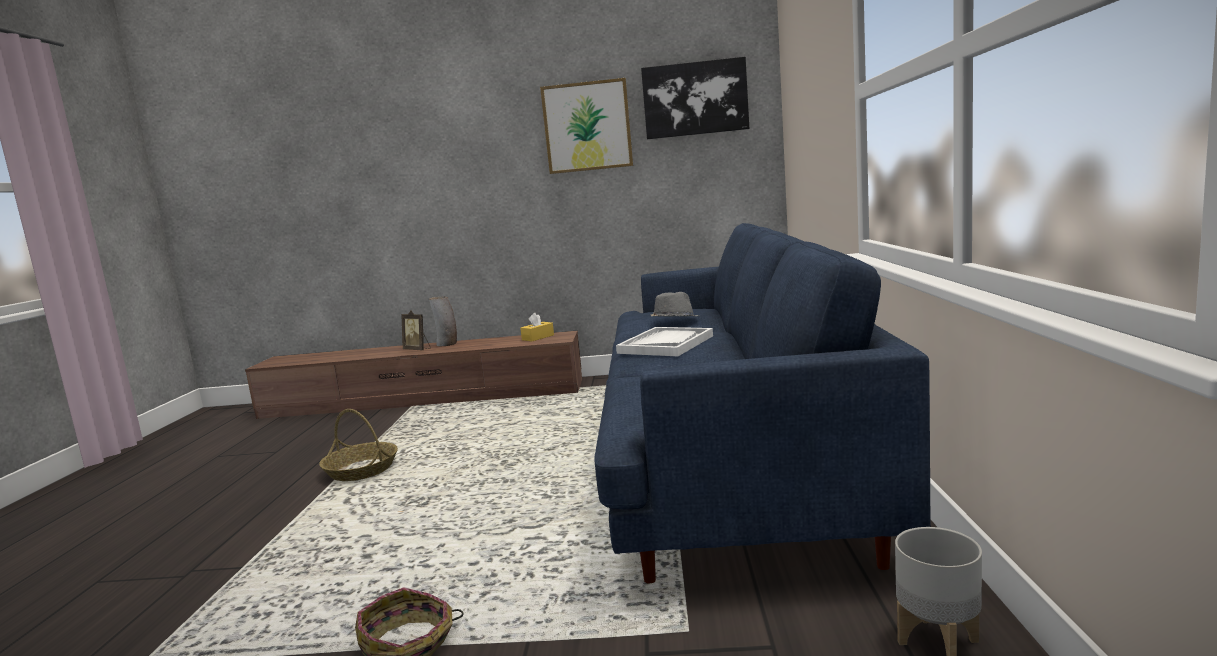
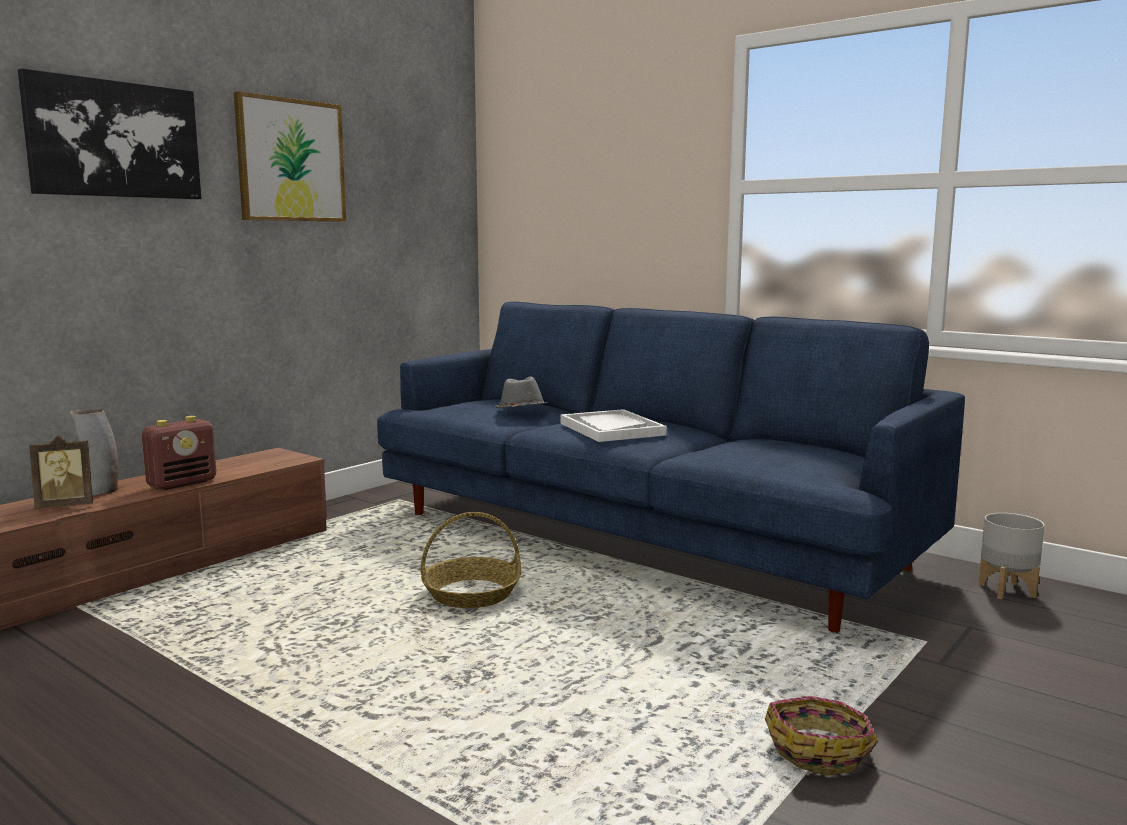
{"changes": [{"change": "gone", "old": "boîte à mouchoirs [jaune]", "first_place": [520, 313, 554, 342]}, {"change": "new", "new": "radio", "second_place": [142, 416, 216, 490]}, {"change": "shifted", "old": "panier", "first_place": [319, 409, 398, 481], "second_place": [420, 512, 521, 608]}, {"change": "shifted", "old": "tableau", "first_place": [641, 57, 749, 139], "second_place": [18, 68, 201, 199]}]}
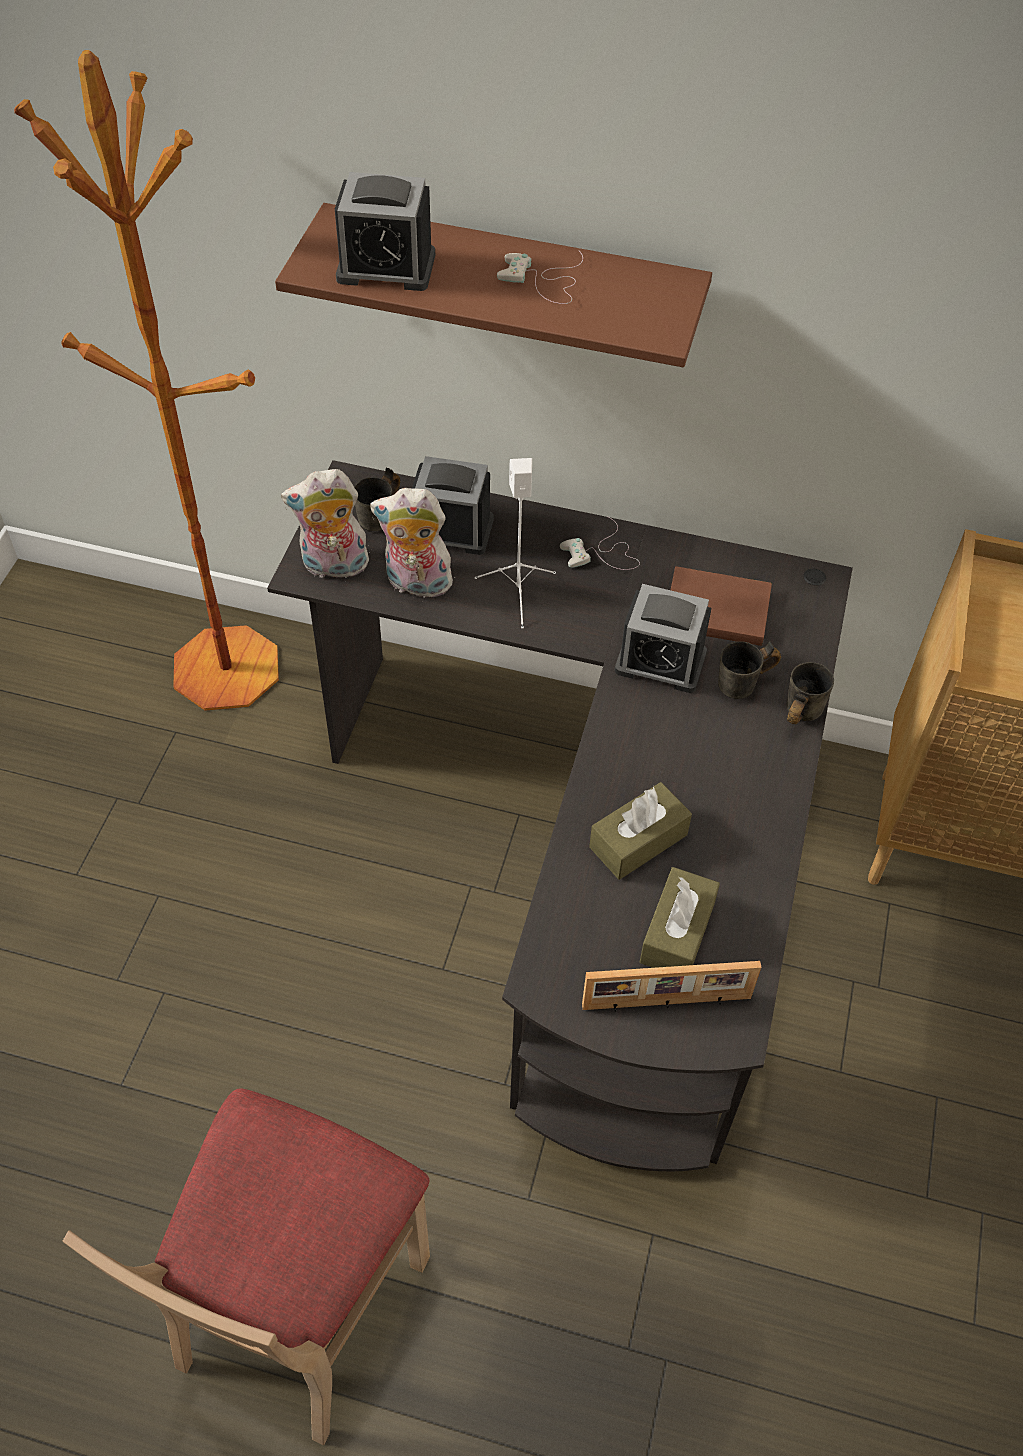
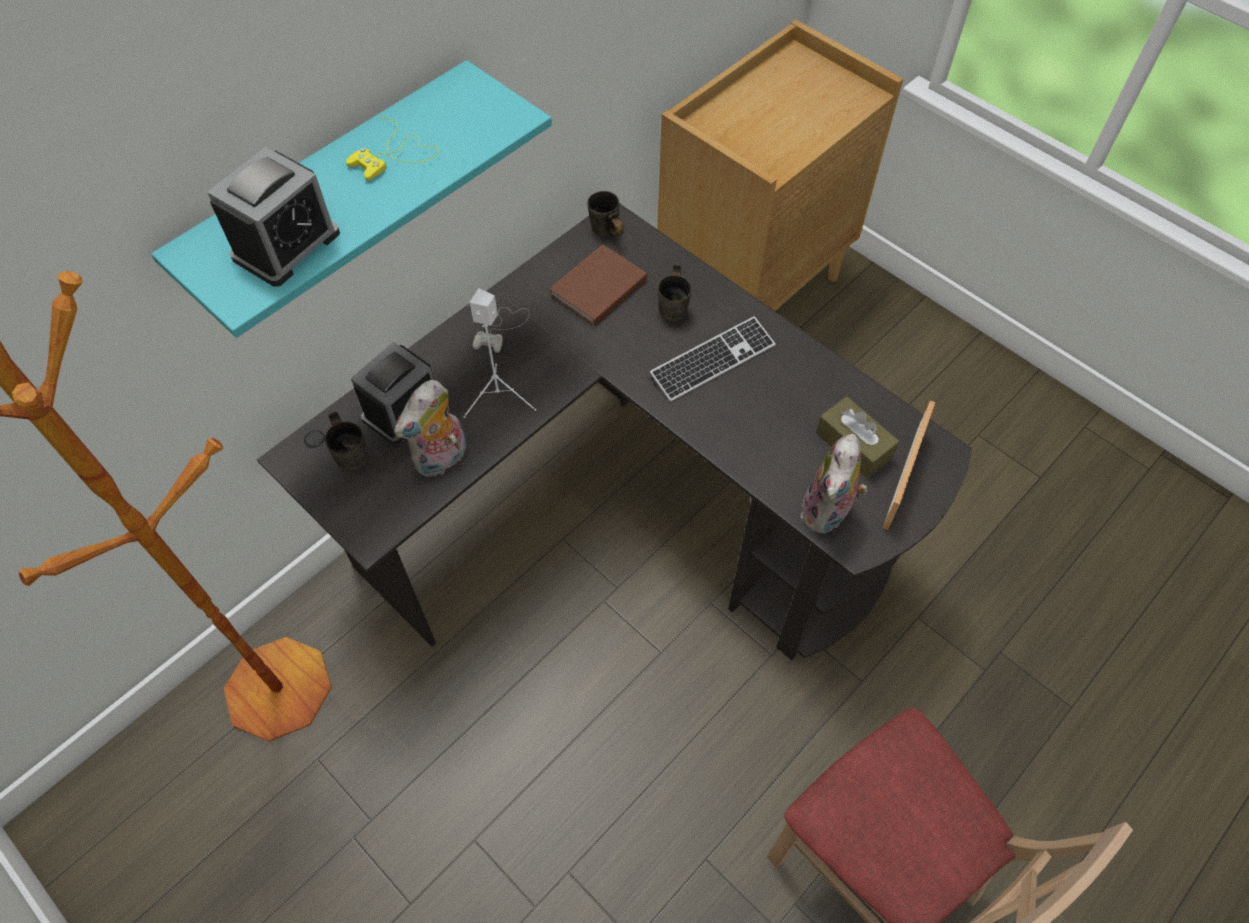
{"changes": [{"change": "gone", "old": "boîte à mouchoirs [marron]", "first_place": [589, 782, 692, 880]}, {"change": "gone", "old": "réveil", "first_place": [615, 584, 711, 693]}, {"change": "new", "new": "clavier", "second_place": [650, 316, 776, 402]}, {"change": "shifted", "old": "peluche", "first_place": [281, 469, 370, 578], "second_place": [801, 434, 867, 534]}, {"change": "shifted", "old": "mug [gris]", "first_place": [787, 662, 834, 724], "second_place": [587, 191, 624, 236]}, {"change": "repainted", "old": "étagère [marron]", "new": "étagère [turquoise]", "first_place": [275, 203, 712, 367], "second_place": [151, 60, 552, 338]}, {"change": "repainted", "old": "manette [blanc]", "new": "manette [jaune]", "first_place": [497, 251, 583, 304], "second_place": [346, 118, 439, 181]}]}
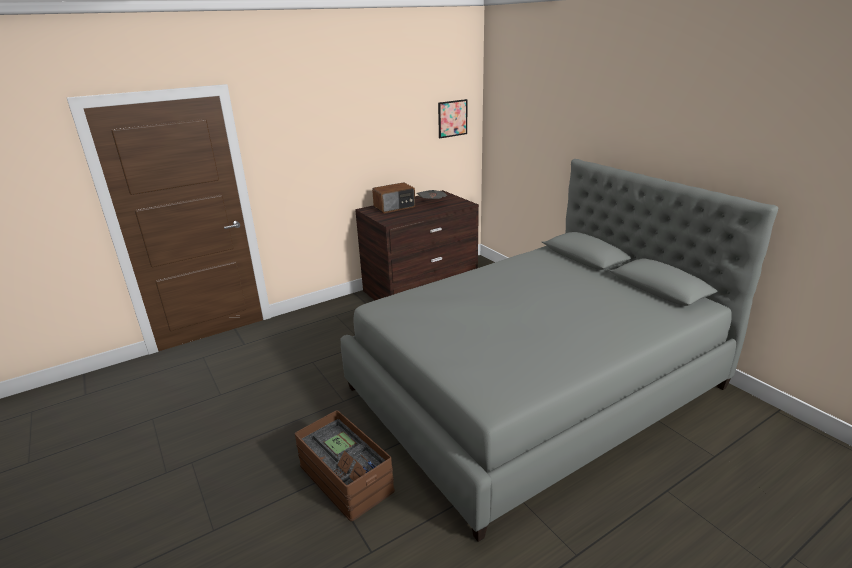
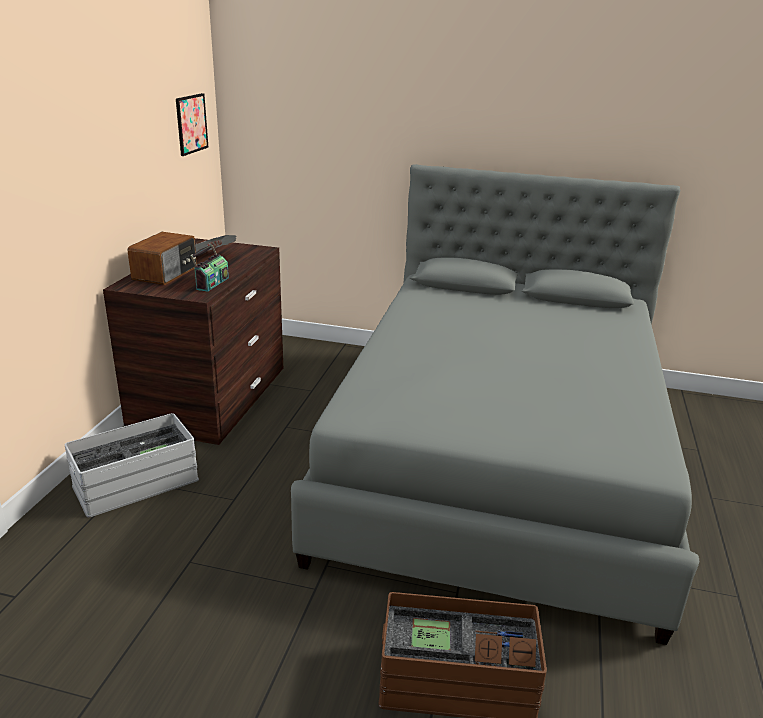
{"changes": [{"change": "new", "new": "boîte de rangement [gris]", "second_place": [64, 413, 199, 517]}, {"change": "new", "new": "radio", "second_place": [191, 245, 229, 292]}]}
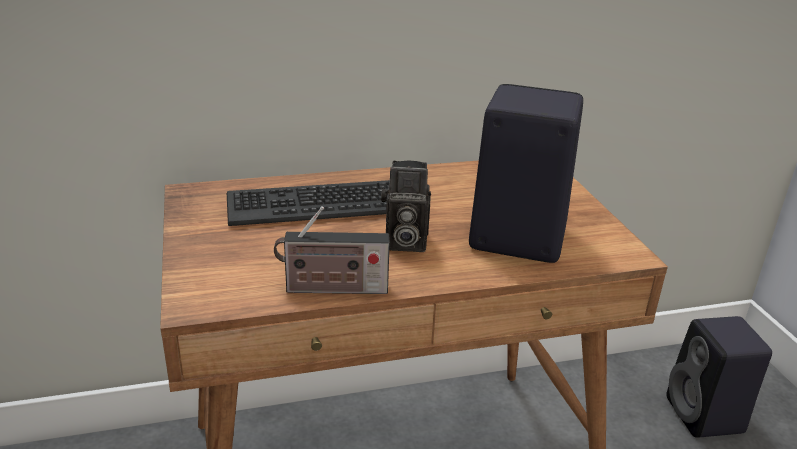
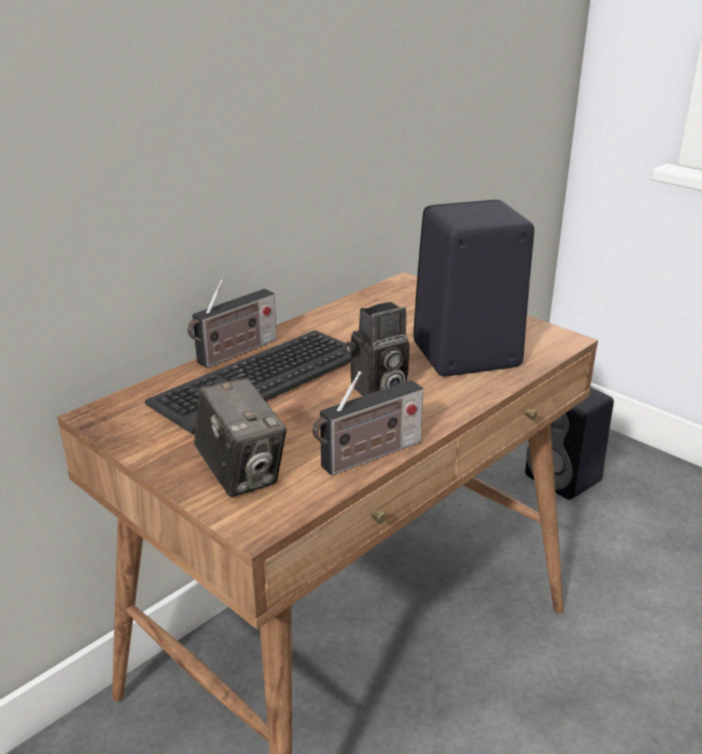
{"changes": [{"change": "new", "new": "radio", "second_place": [187, 279, 277, 368]}, {"change": "new", "new": "appareil photo", "second_place": [194, 378, 286, 497]}]}
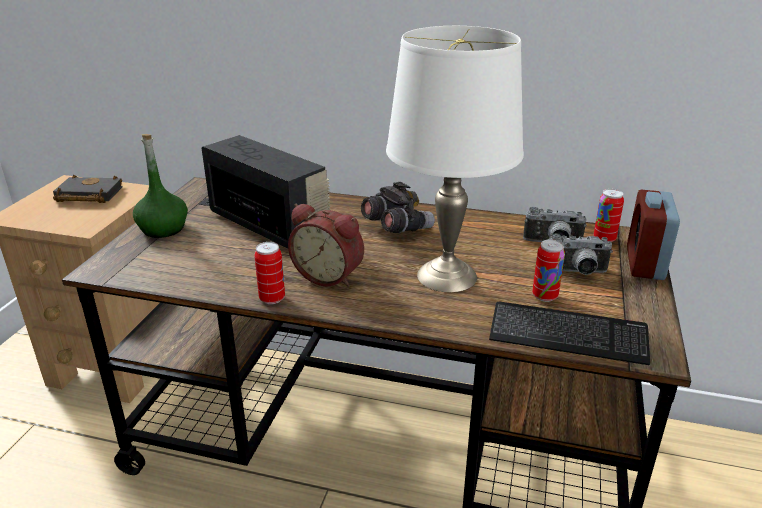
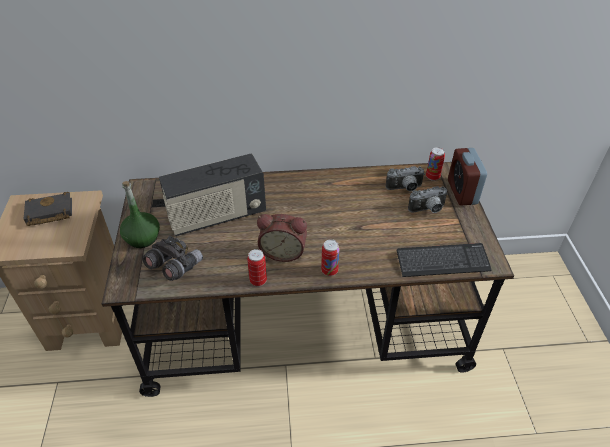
{"changes": [{"change": "gone", "old": "lampe de table [blanc]", "first_place": [386, 26, 524, 292]}, {"change": "shifted", "old": "jumelles [gris]", "first_place": [361, 182, 435, 233], "second_place": [143, 236, 203, 281]}, {"change": "shifted", "old": "boîte métallique", "first_place": [532, 239, 565, 302], "second_place": [321, 239, 340, 276]}, {"change": "rotated", "old": "radio", "first_place": [202, 135, 330, 249], "second_place": [159, 154, 266, 236], "degrees": 135}]}
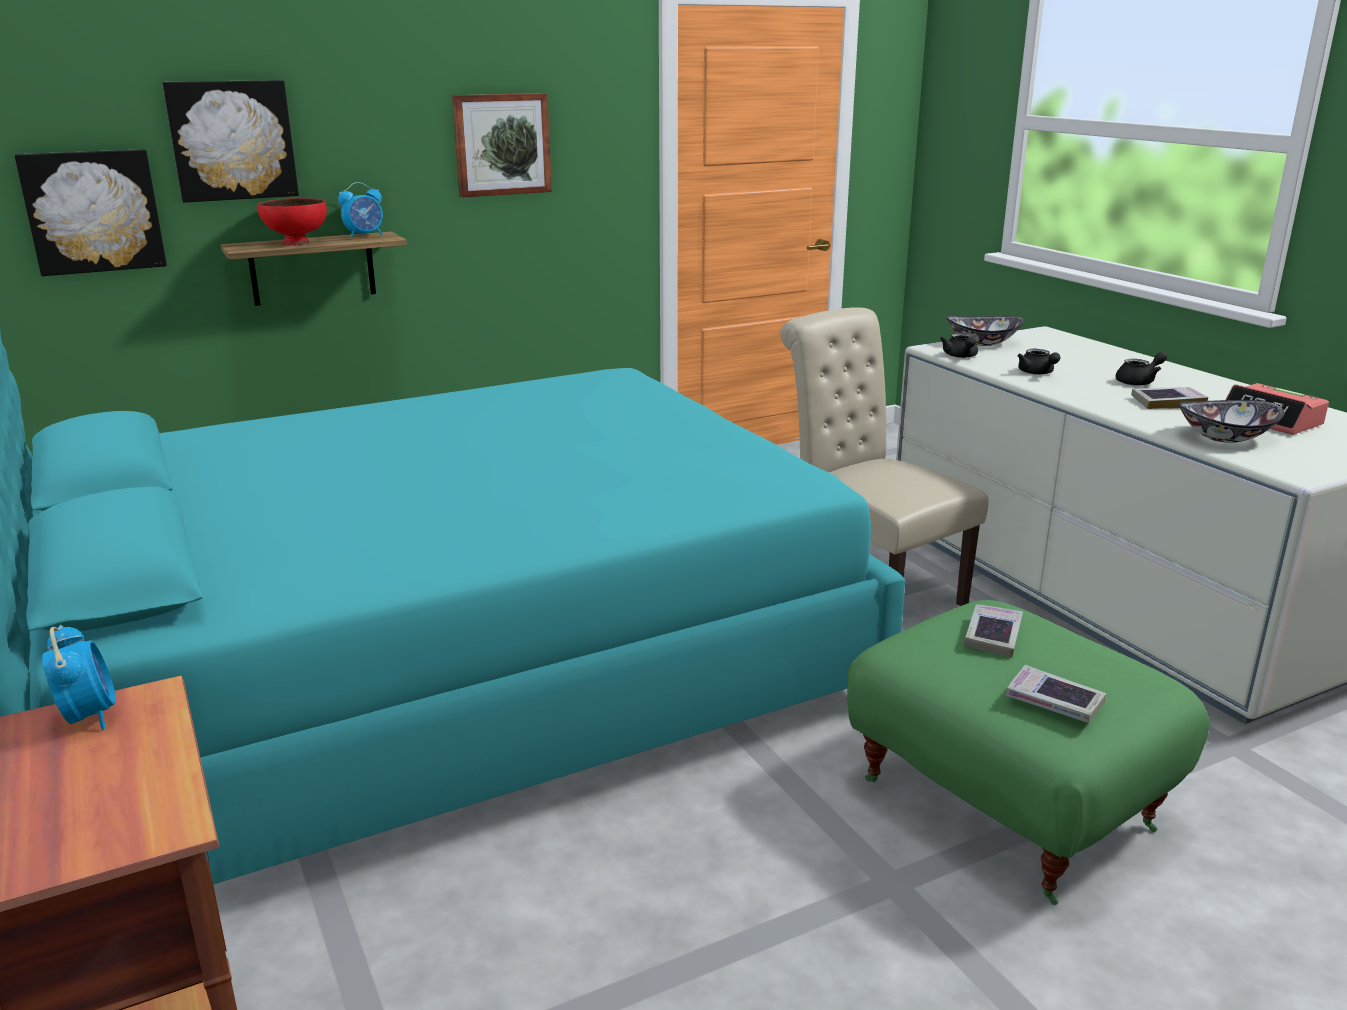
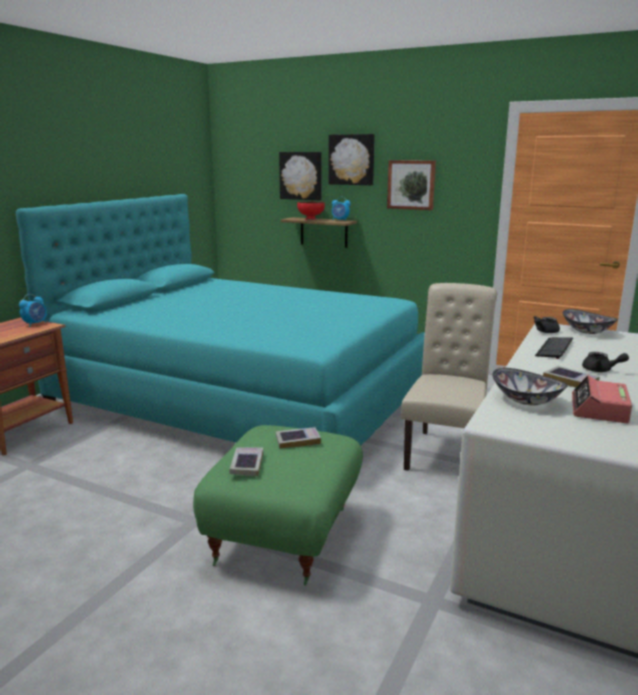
{"changes": [{"change": "shifted", "old": "tableau", "first_place": [15, 149, 167, 276], "second_place": [328, 134, 375, 185]}, {"change": "swapped", "old": "théière [noir]", "new": "clavier", "first_place": [1017, 349, 1060, 375], "second_place": [535, 337, 573, 359]}]}
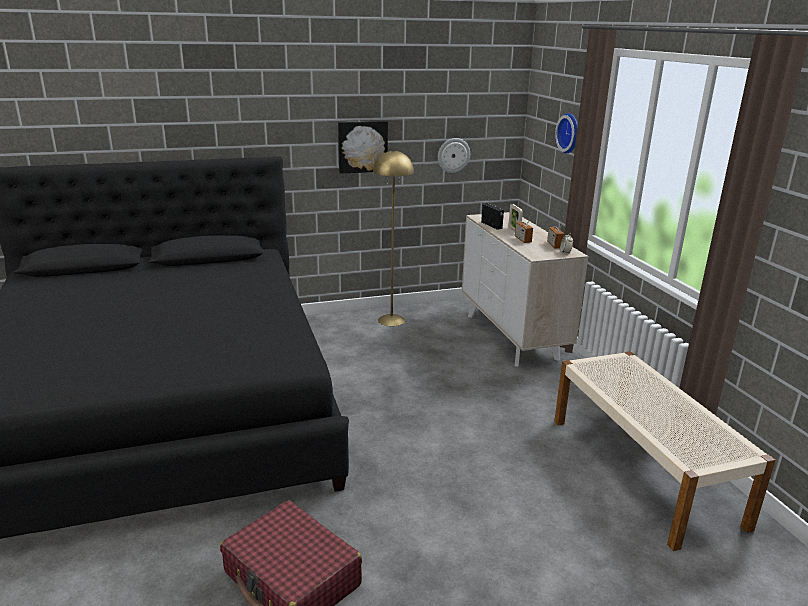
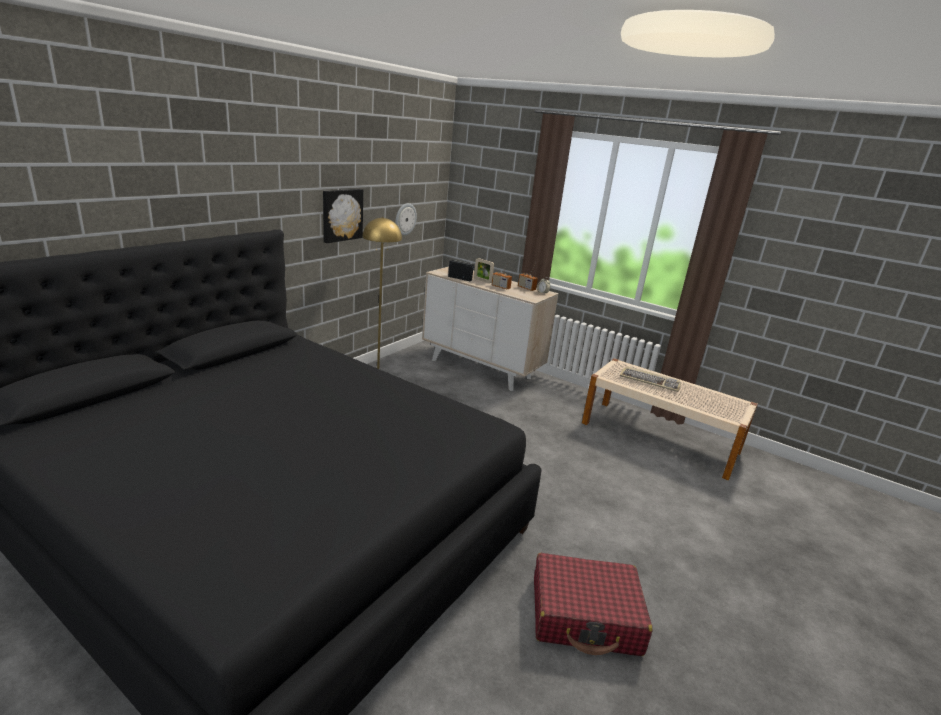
{"changes": [{"change": "gone", "old": "horloge murale", "first_place": [555, 113, 578, 153]}, {"change": "new", "new": "clavier", "second_place": [620, 366, 681, 392]}]}
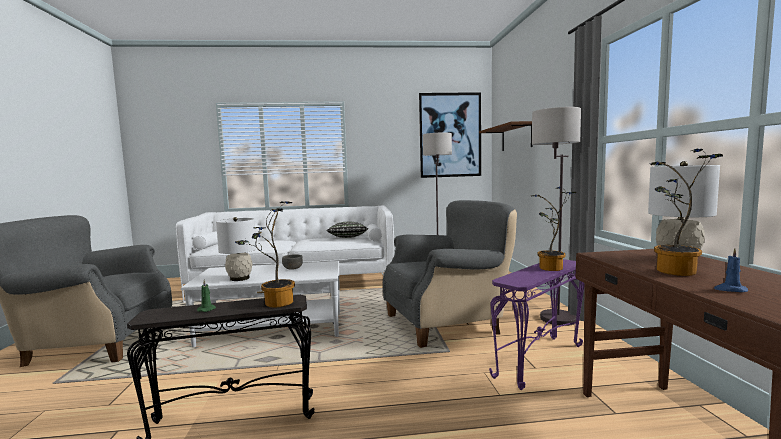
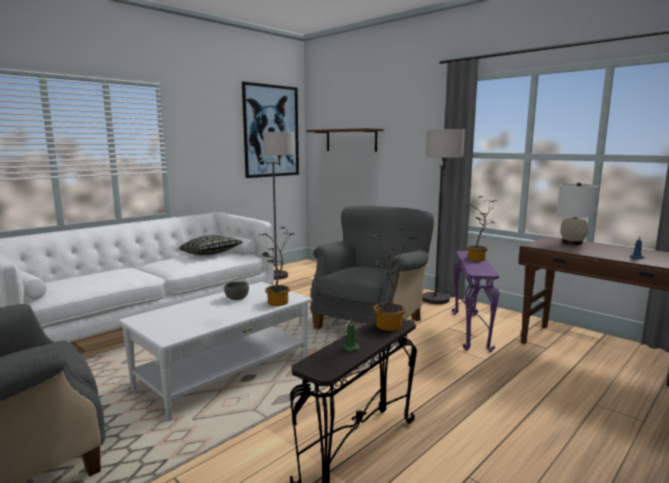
{"changes": [{"change": "gone", "old": "lampe de table [blanc]", "first_place": [216, 217, 256, 281]}, {"change": "shifted", "old": "plante en pot", "first_place": [648, 149, 723, 276], "second_place": [259, 227, 295, 306]}]}
